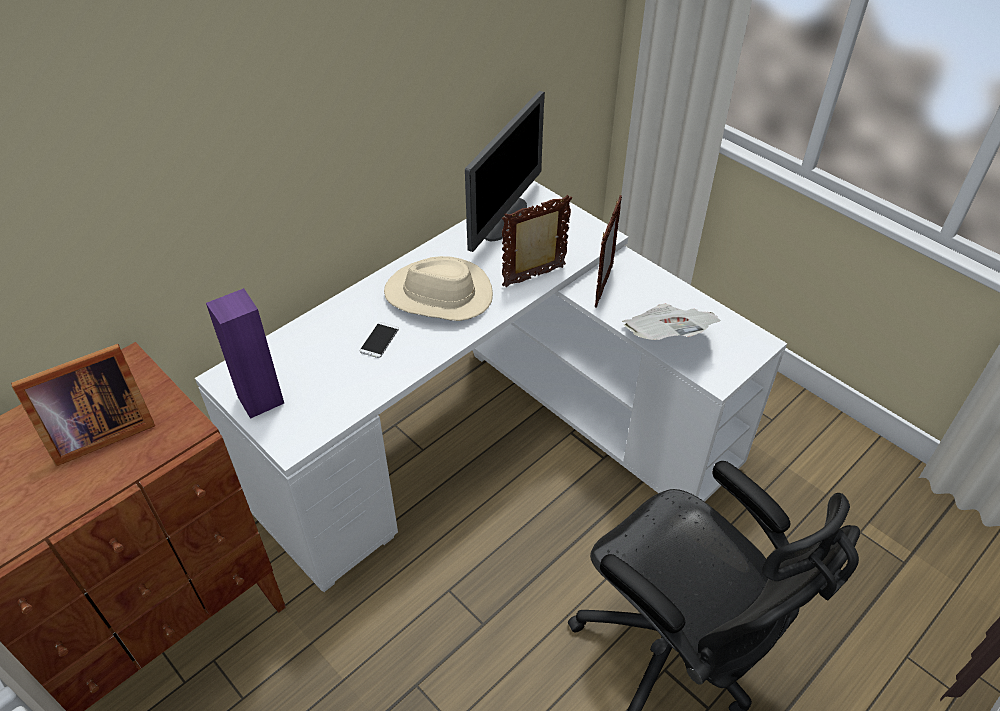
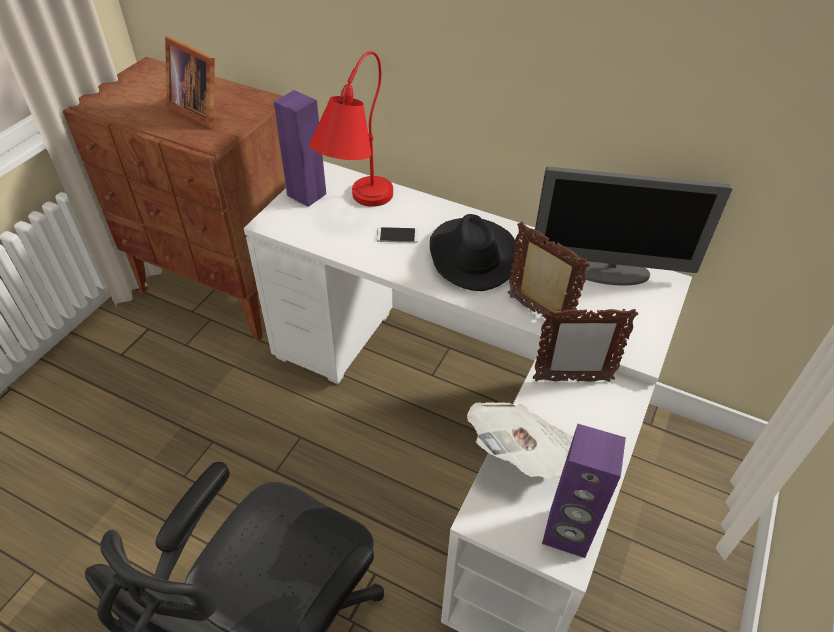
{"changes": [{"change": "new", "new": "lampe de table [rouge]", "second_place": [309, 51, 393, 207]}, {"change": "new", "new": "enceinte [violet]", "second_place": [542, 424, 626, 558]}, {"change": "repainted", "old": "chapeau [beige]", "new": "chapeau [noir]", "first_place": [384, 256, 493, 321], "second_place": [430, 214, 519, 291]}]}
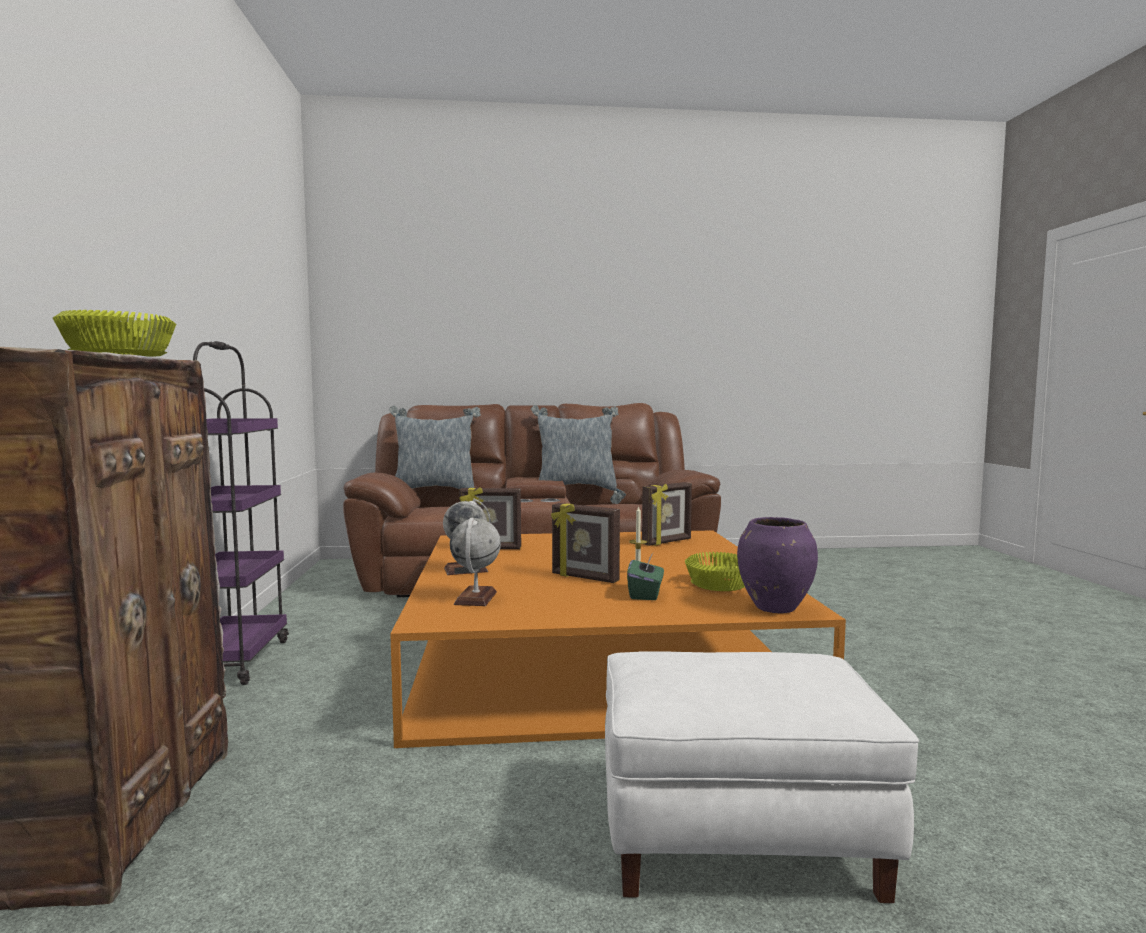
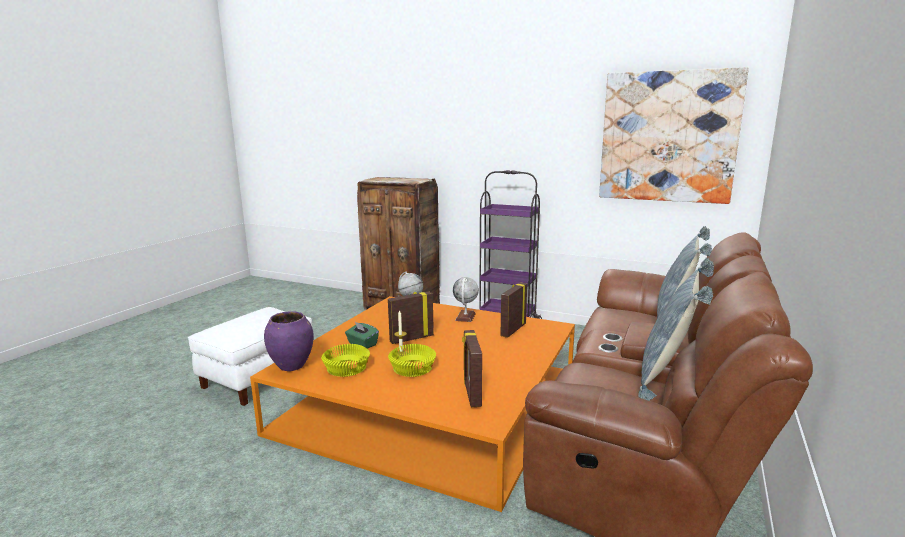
{"changes": [{"change": "new", "new": "tableau", "second_place": [599, 67, 749, 204]}, {"change": "shifted", "old": "bol [jaune]", "first_place": [53, 310, 176, 357], "second_place": [388, 344, 436, 377]}]}
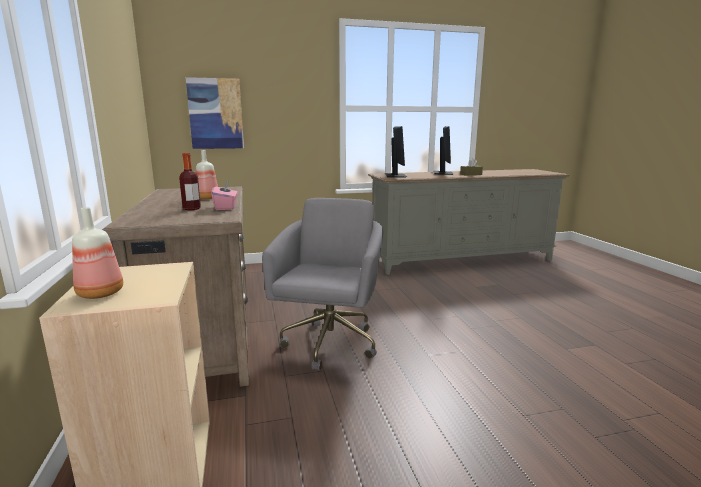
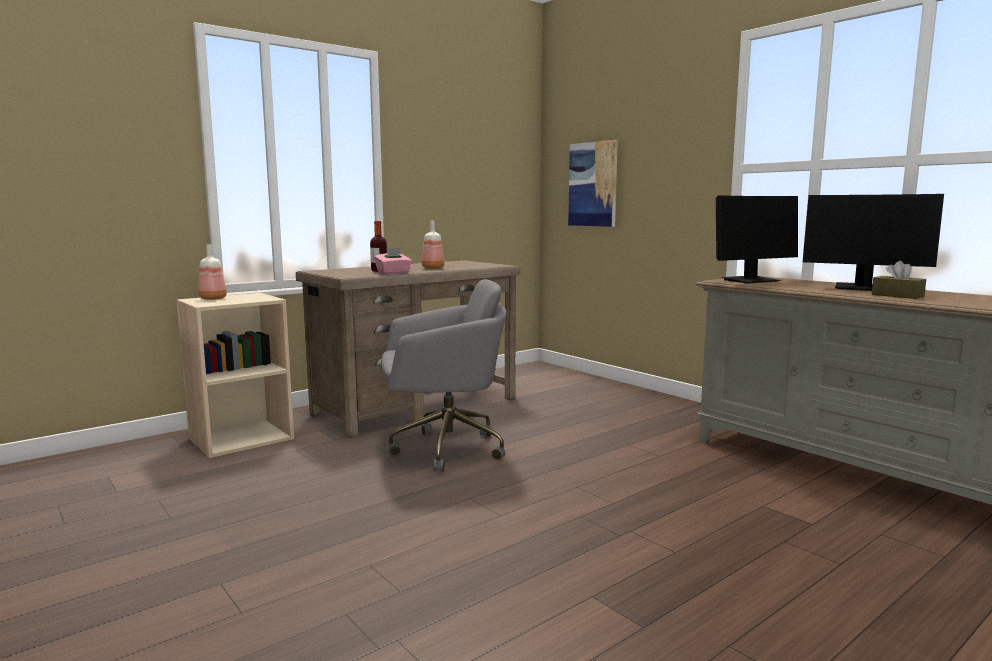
{"changes": [{"change": "rotated", "old": "écran d'ordinateur", "first_place": [433, 126, 453, 175], "second_place": [803, 194, 944, 291], "degrees": 45}]}
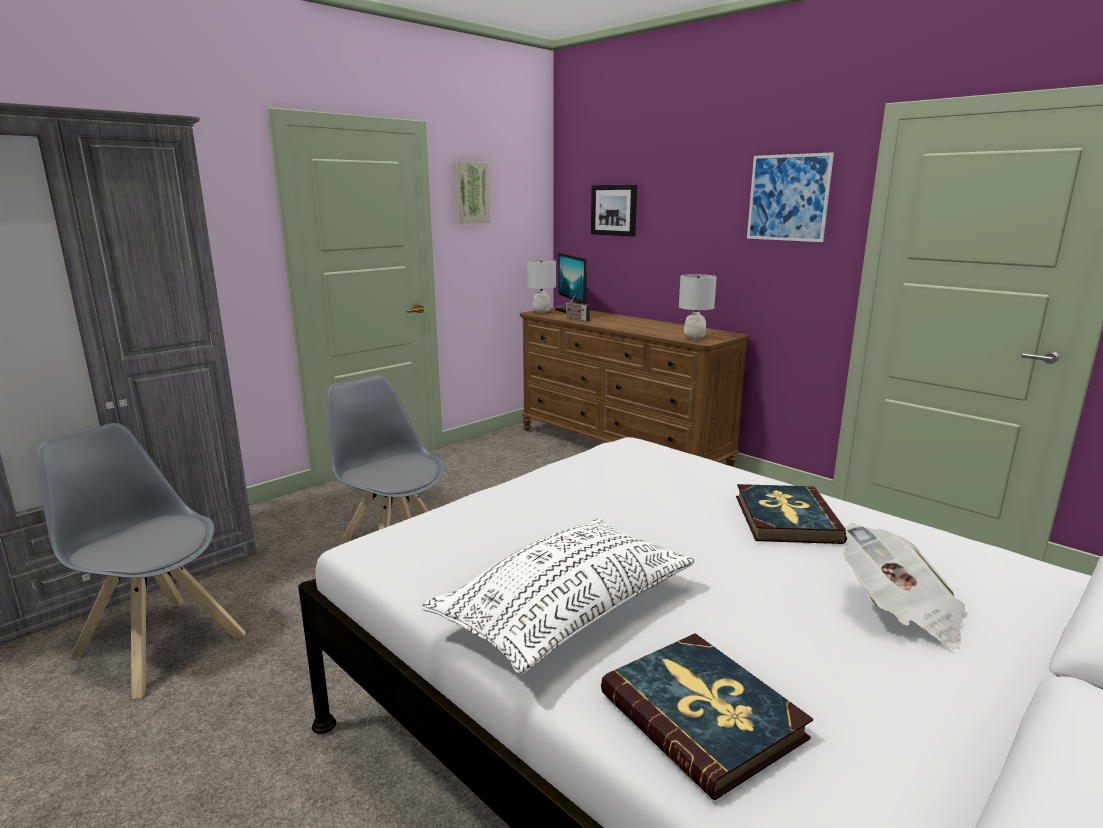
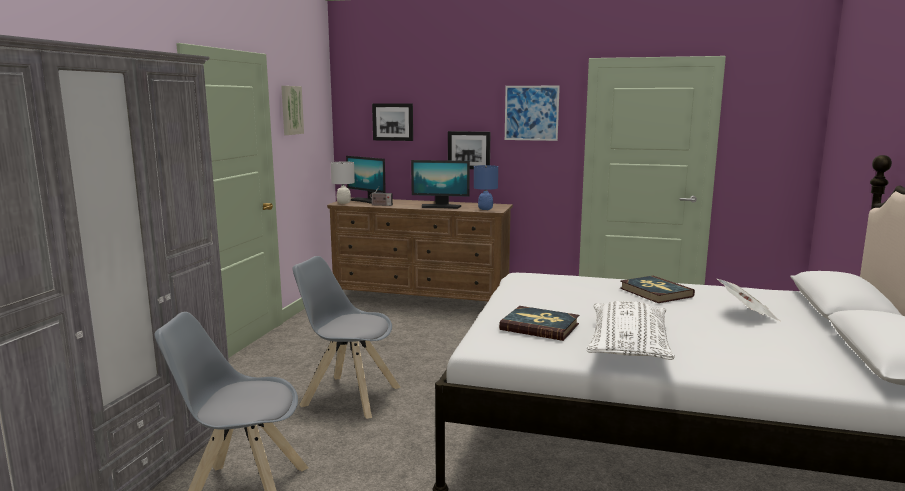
{"changes": [{"change": "new", "new": "écran d'ordinateur", "second_place": [411, 160, 470, 209]}, {"change": "new", "new": "tableau", "second_place": [448, 131, 490, 169]}, {"change": "shifted", "old": "livre", "first_place": [601, 633, 813, 800], "second_place": [499, 306, 579, 341]}, {"change": "repainted", "old": "lampe de table [gris]", "new": "lampe de table [bleu]", "first_place": [679, 274, 717, 340], "second_place": [474, 165, 498, 210]}]}
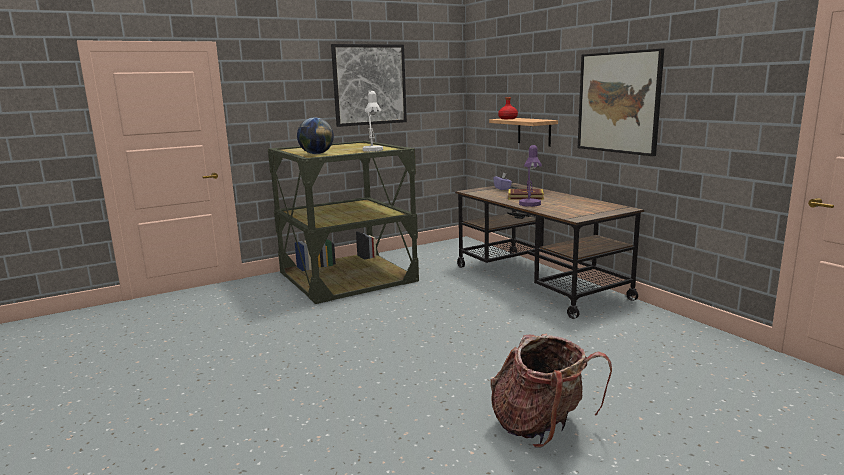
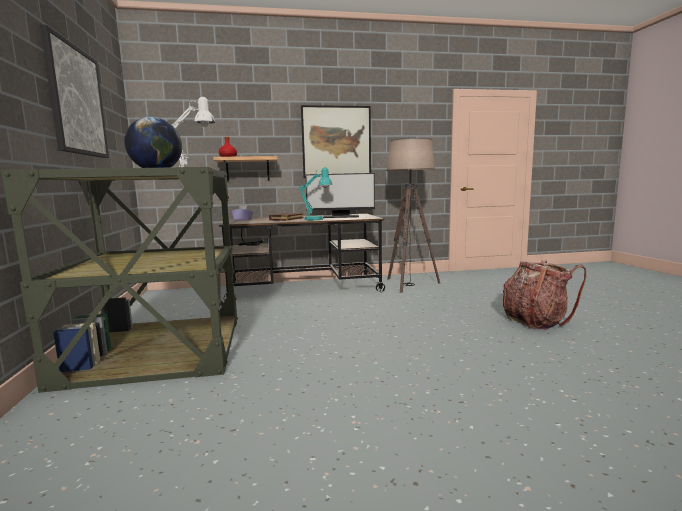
{"changes": [{"change": "new", "new": "écran d'ordinateur", "second_place": [306, 173, 375, 218]}, {"change": "new", "new": "lampadaire", "second_place": [386, 138, 441, 293]}, {"change": "repainted", "old": "lampe de table [violet]", "new": "lampe de table [turquoise]", "first_place": [519, 145, 542, 207], "second_place": [299, 167, 333, 220]}]}
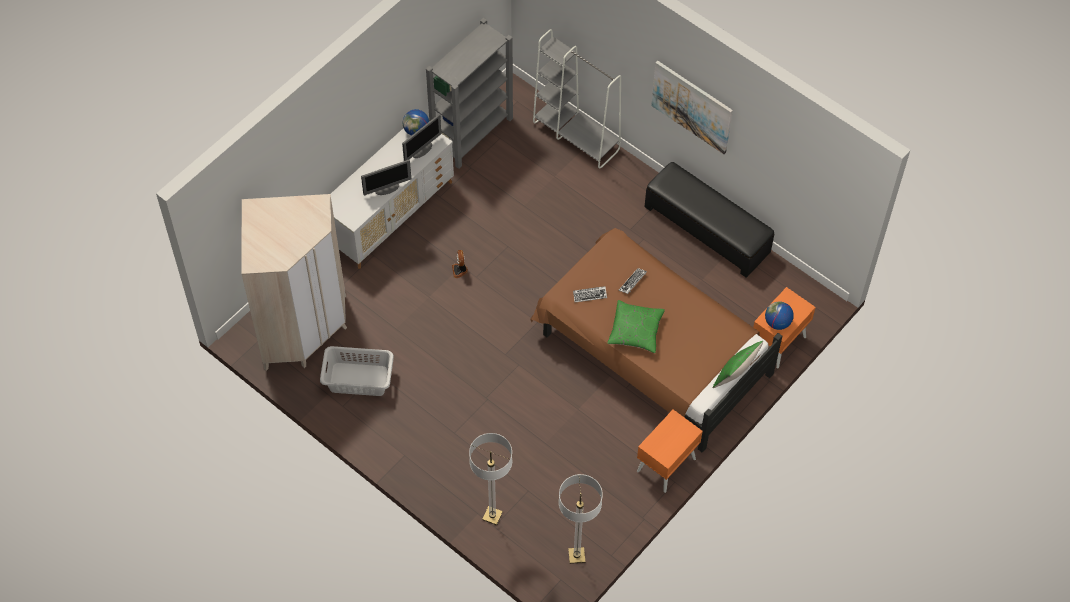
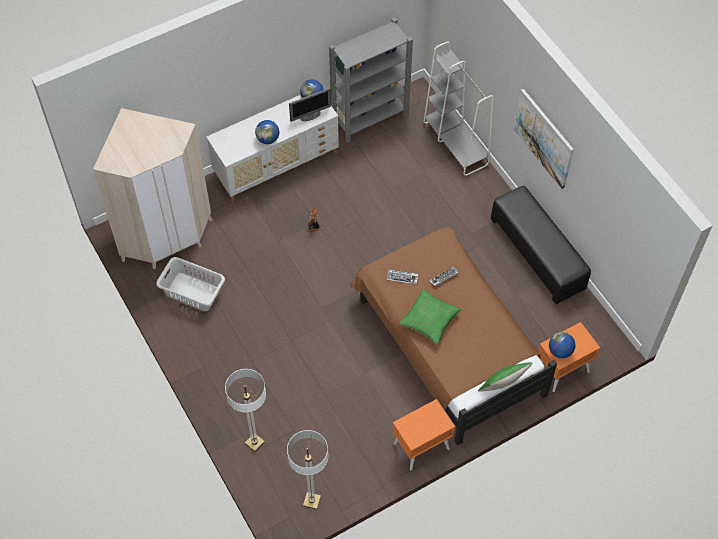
{"changes": [{"change": "swapped", "old": "écran d'ordinateur", "new": "globe", "first_place": [361, 160, 411, 196], "second_place": [255, 120, 279, 144]}]}
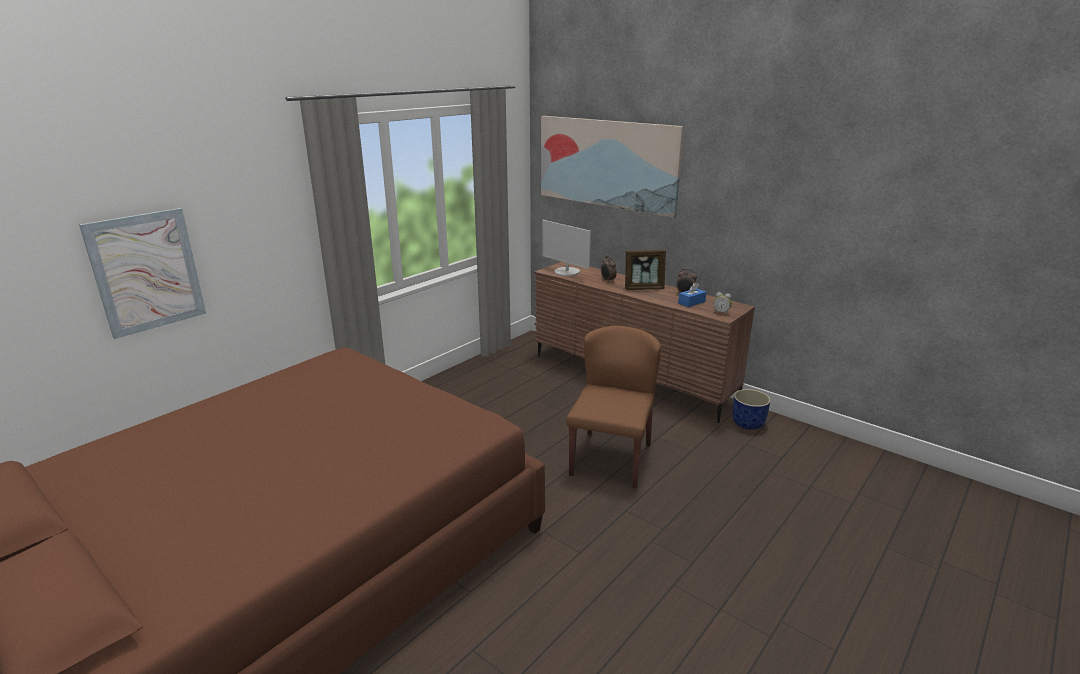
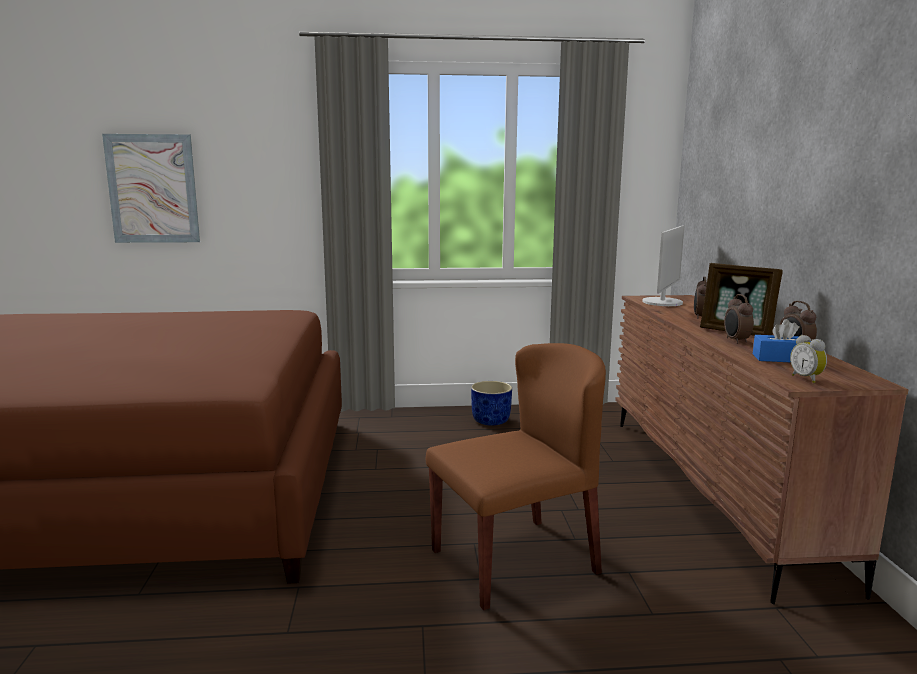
{"changes": [{"change": "gone", "old": "tableau", "first_place": [541, 116, 684, 218]}, {"change": "new", "new": "réveil", "second_place": [724, 294, 754, 344]}, {"change": "shifted", "old": "cache-pot [bleu]", "first_place": [732, 389, 771, 430], "second_place": [471, 381, 512, 426]}, {"change": "rotated", "old": "écran d'ordinateur", "first_place": [543, 220, 591, 276], "second_place": [642, 225, 685, 306], "degrees": -150}]}
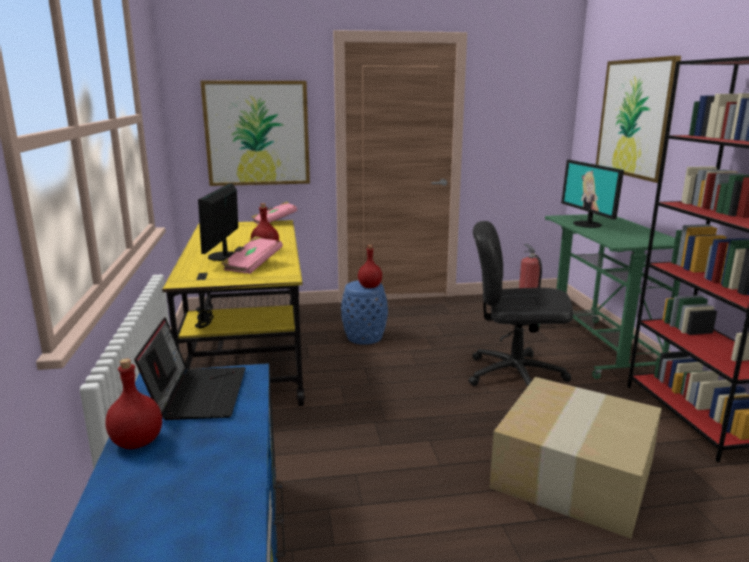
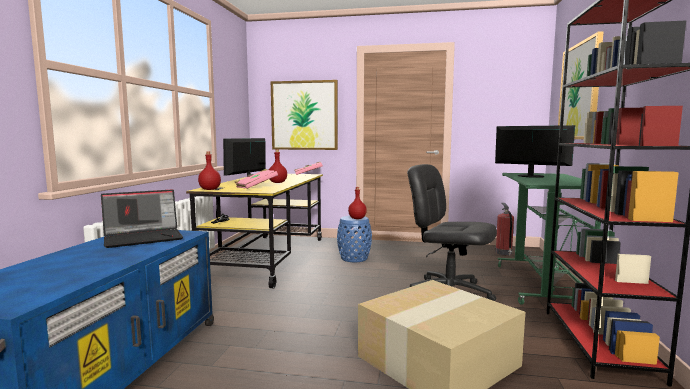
{"changes": [{"change": "shifted", "old": "bouteille [rouge]", "first_place": [105, 359, 162, 449], "second_place": [198, 151, 221, 190]}, {"change": "rotated", "old": "ordinateur portable", "first_place": [134, 317, 246, 420], "second_place": [101, 189, 183, 248], "degrees": 45}, {"change": "rotated", "old": "écran d'ordinateur", "first_place": [561, 160, 624, 228], "second_place": [495, 125, 575, 178], "degrees": 120}]}
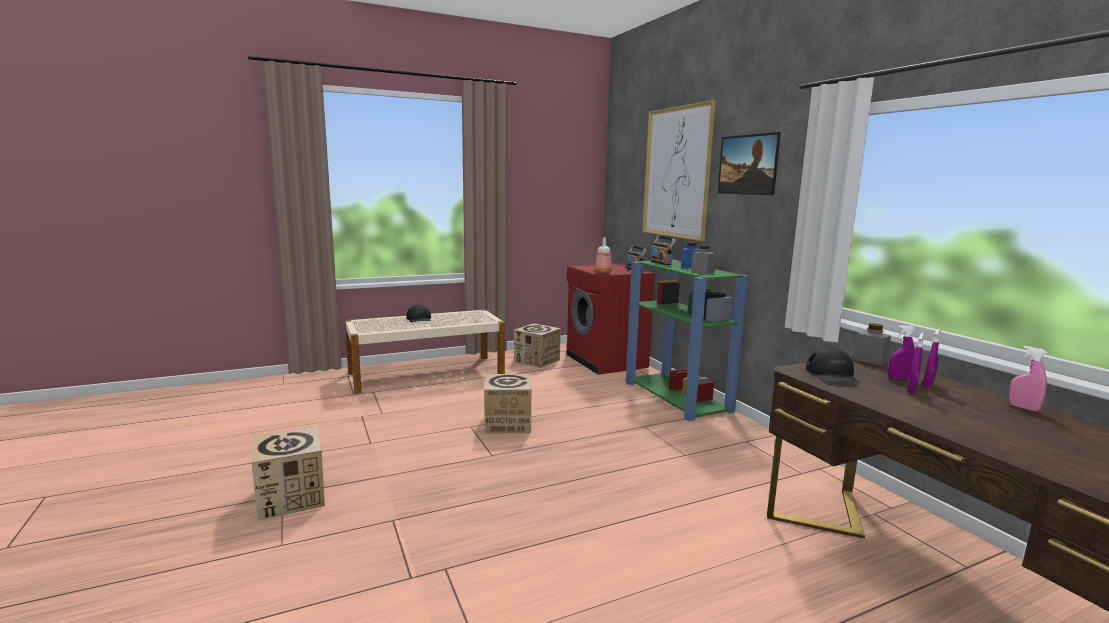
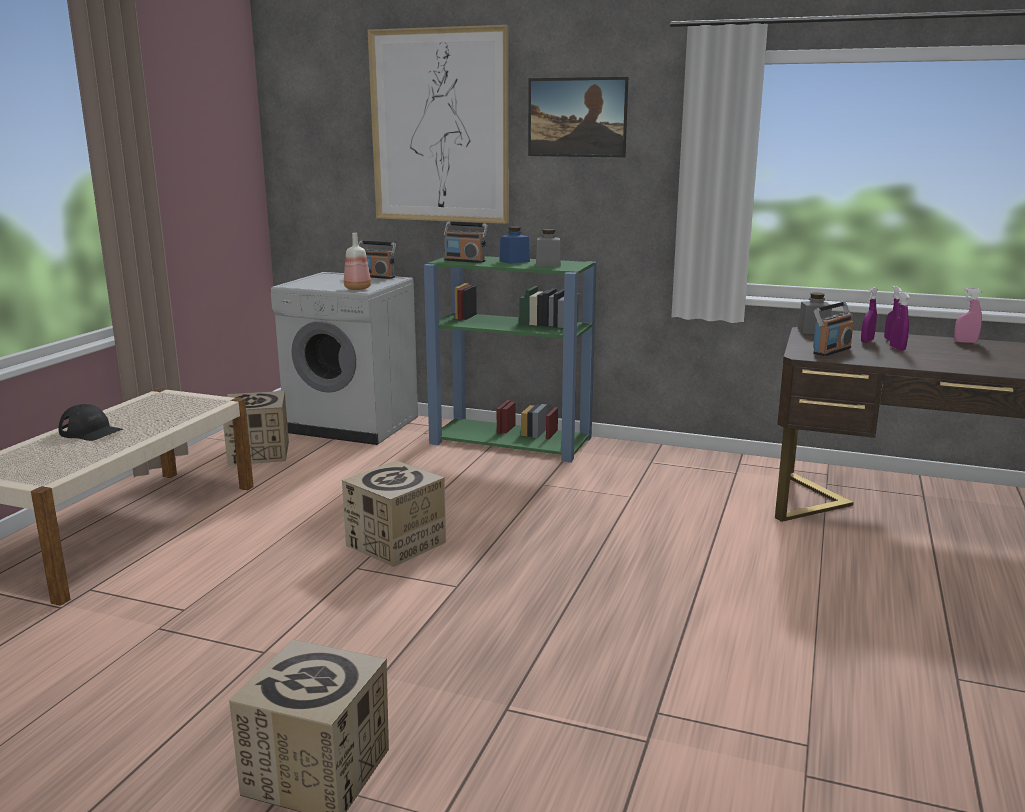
{"changes": [{"change": "swapped", "old": "casquette [noir]", "new": "radio", "first_place": [806, 347, 861, 383], "second_place": [813, 302, 854, 356]}, {"change": "repainted", "old": "lave-linge [rouge]", "new": "lave-linge [blanc]", "first_place": [567, 264, 654, 375], "second_place": [271, 272, 418, 445]}]}
